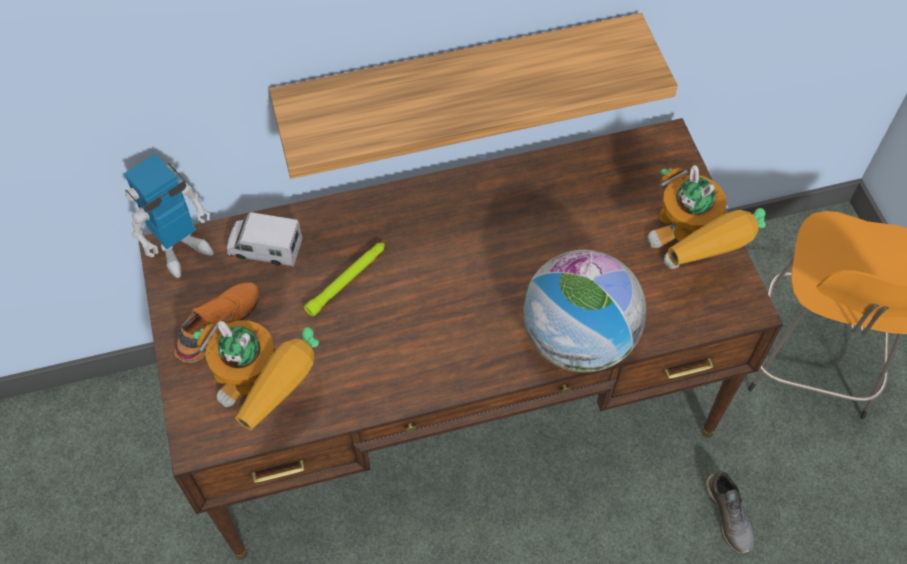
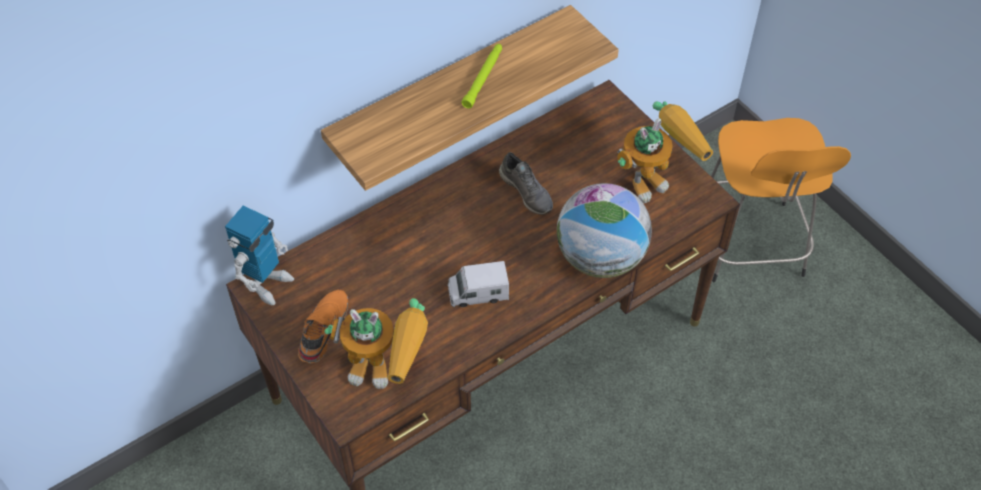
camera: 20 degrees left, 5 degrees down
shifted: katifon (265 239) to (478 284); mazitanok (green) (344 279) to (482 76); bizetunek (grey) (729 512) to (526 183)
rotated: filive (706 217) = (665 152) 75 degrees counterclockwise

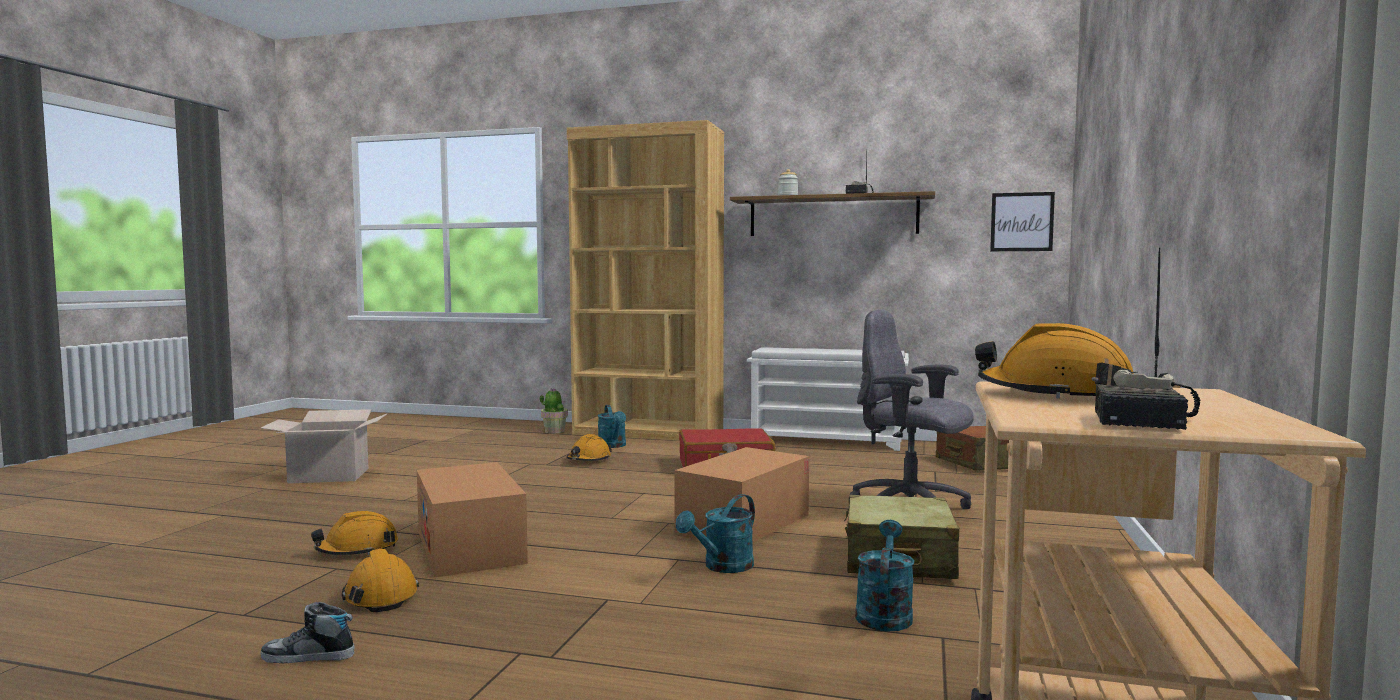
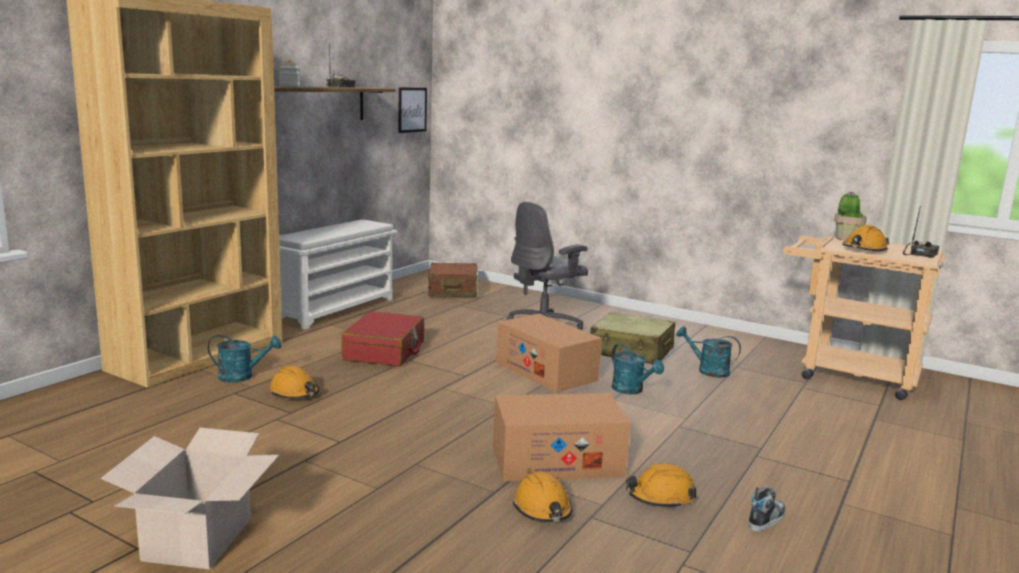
camera: 75 degrees left, 10 degrees up
shifted: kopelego (554 411) to (850 216)
rotated: bizetunek (307 633) = (766 509) 150 degrees counterclockwise; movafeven (1147 339) = (921 231) 90 degrees counterclockwise

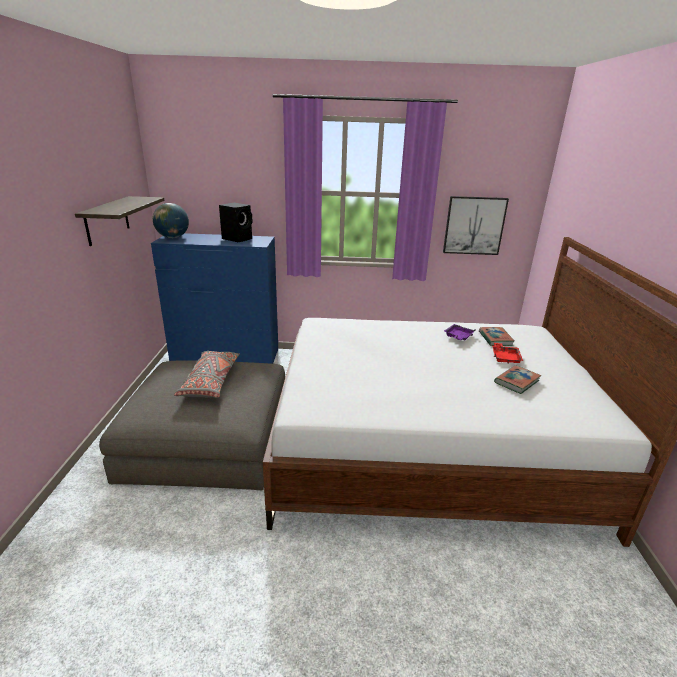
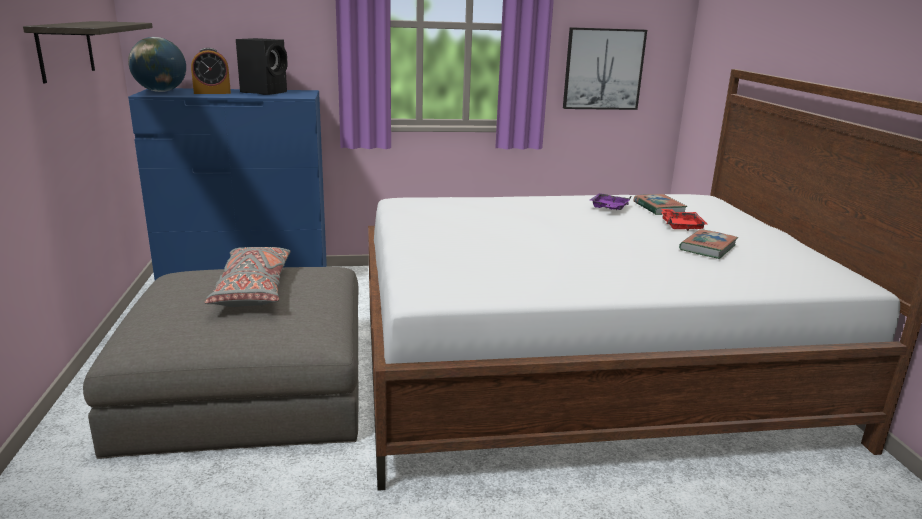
camera: 10 degrees left, 5 degrees down
new: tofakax (211 71)

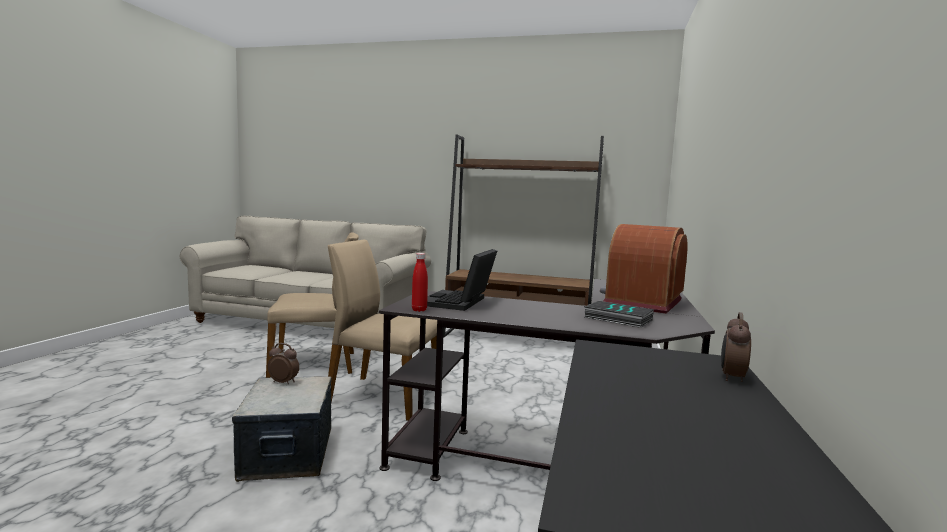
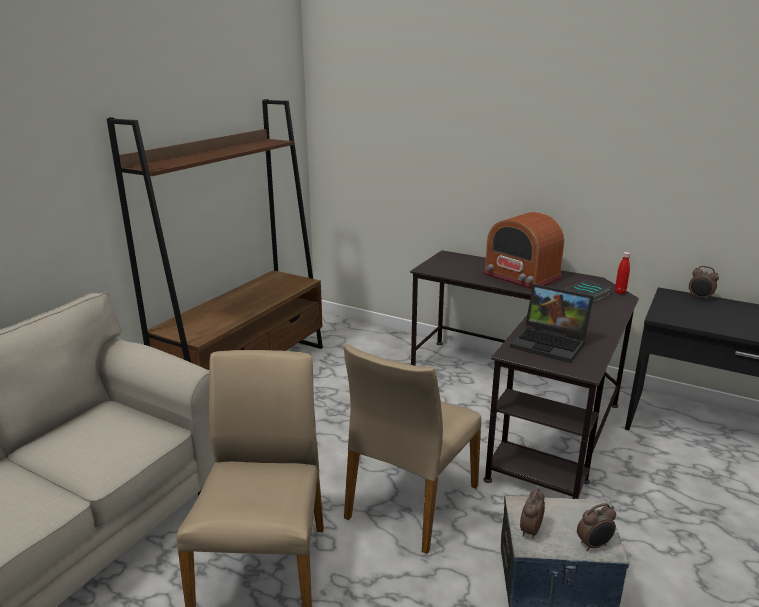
camera: 75 degrees left, 15 degrees up
new: tofakax (596 527)
shifted: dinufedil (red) (420 282) to (622 273)

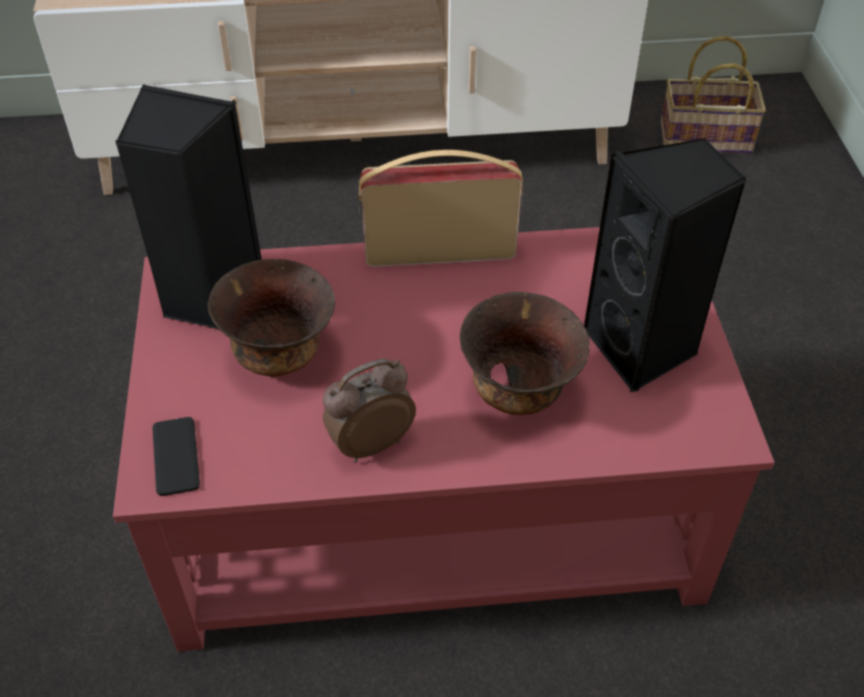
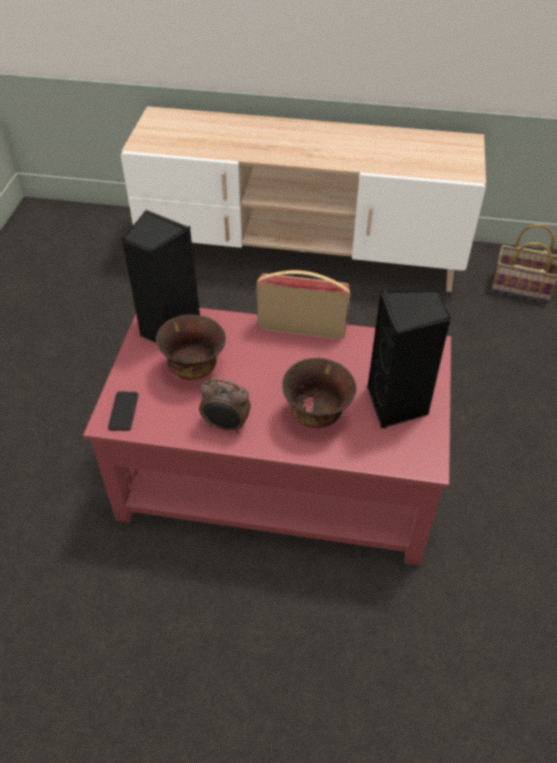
camera: 15 degrees right, 0 degrees up
rotated: tofakax (369 410) = (225 405) 150 degrees counterclockwise

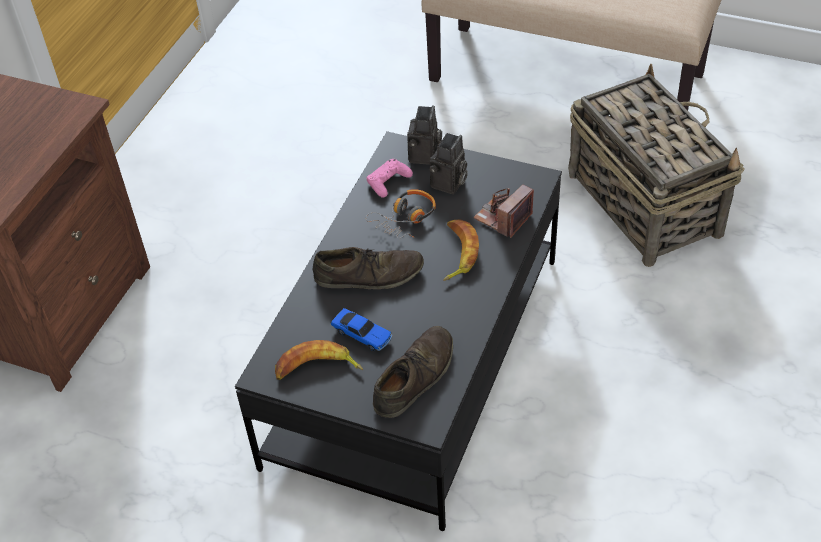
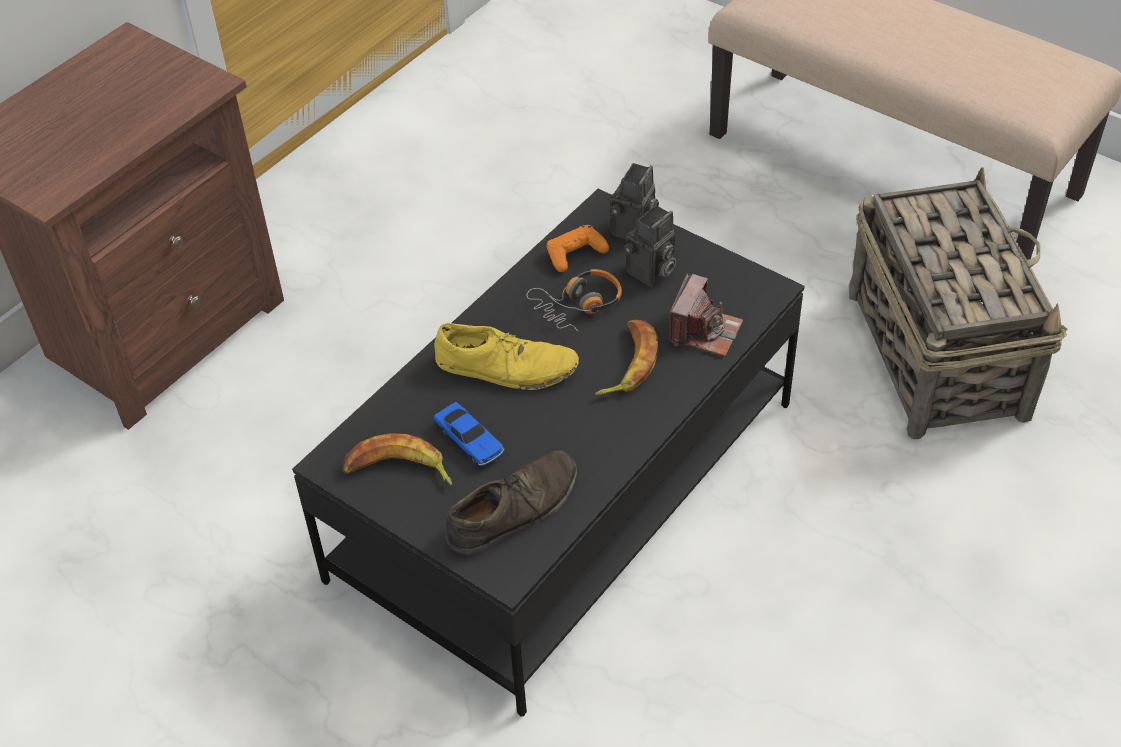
camera: 15 degrees right, 0 degrees up
repainted: bizetunek (brown) (368 268) to bizetunek (yellow) (506 356); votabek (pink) (389 178) to votabek (orange) (578 248)
rotated: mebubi (503 211) = (706 314) 150 degrees clockwise

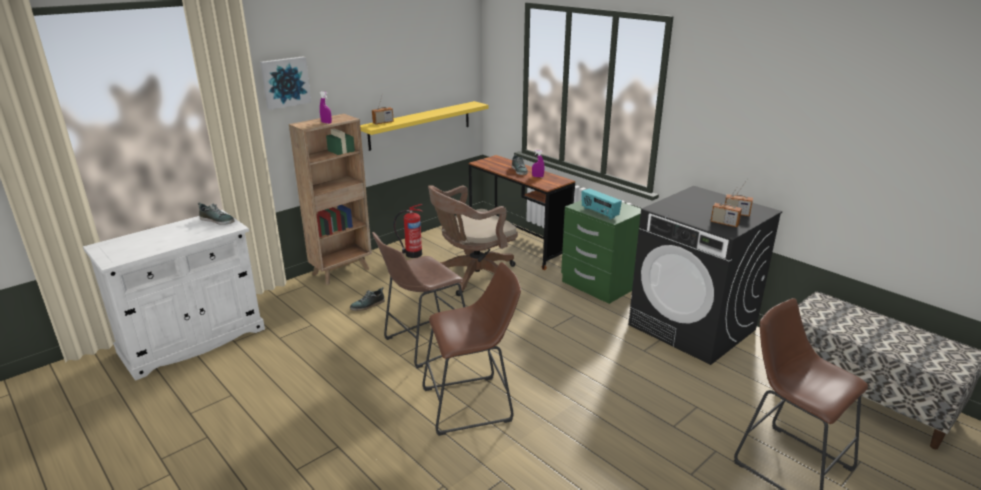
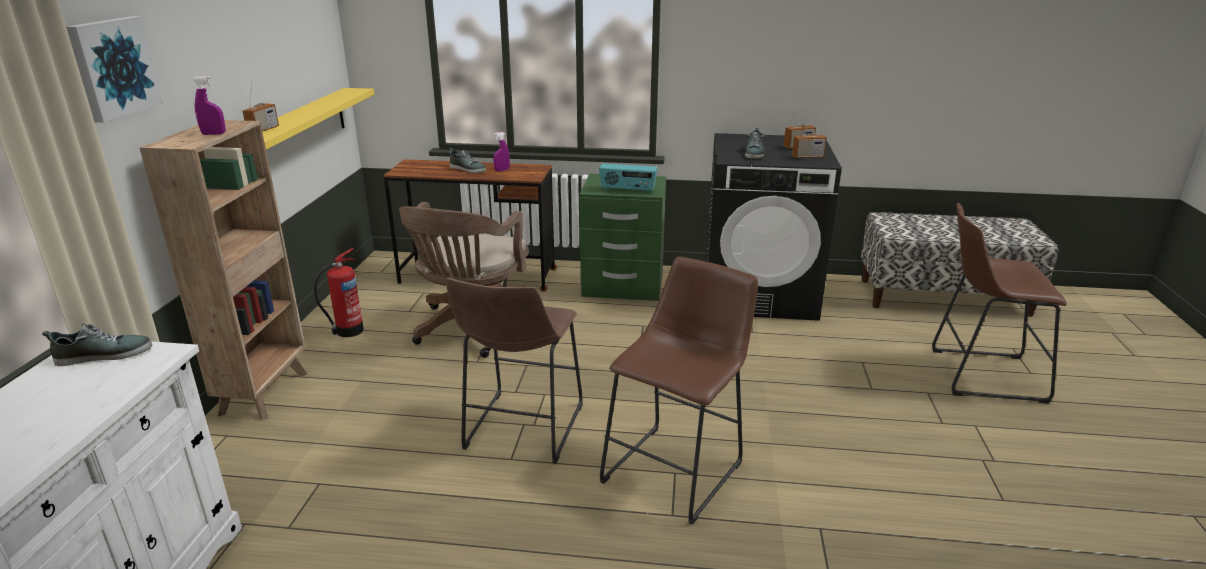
camera: 40 degrees left, 0 degrees up
shifted: bizetunek (367 299) to (755 143)

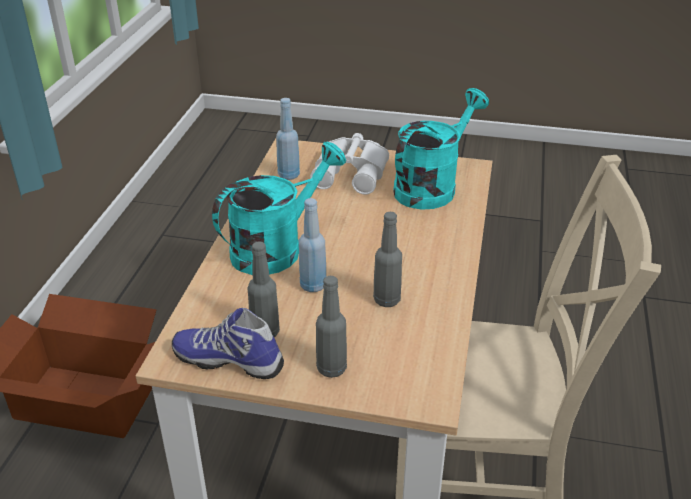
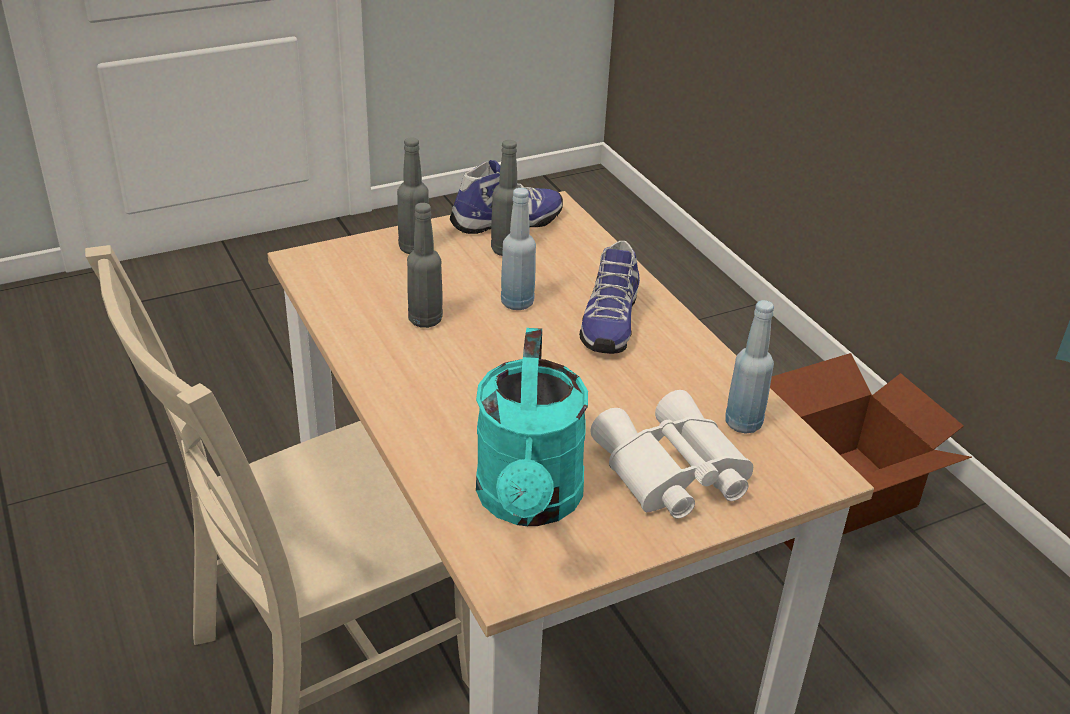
camera: 140 degrees right, 0 degrees up
swapped: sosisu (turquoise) (279 208) to bizetunek (609 297)

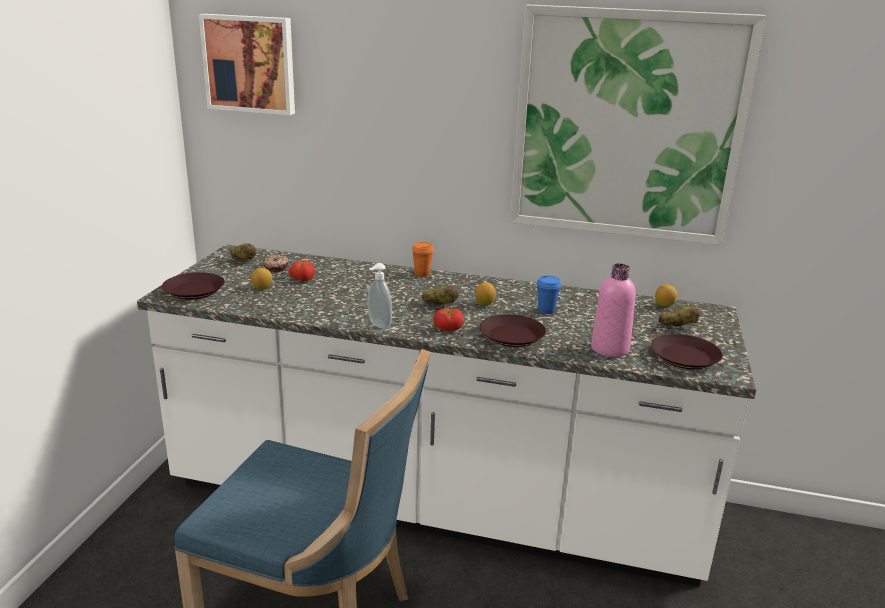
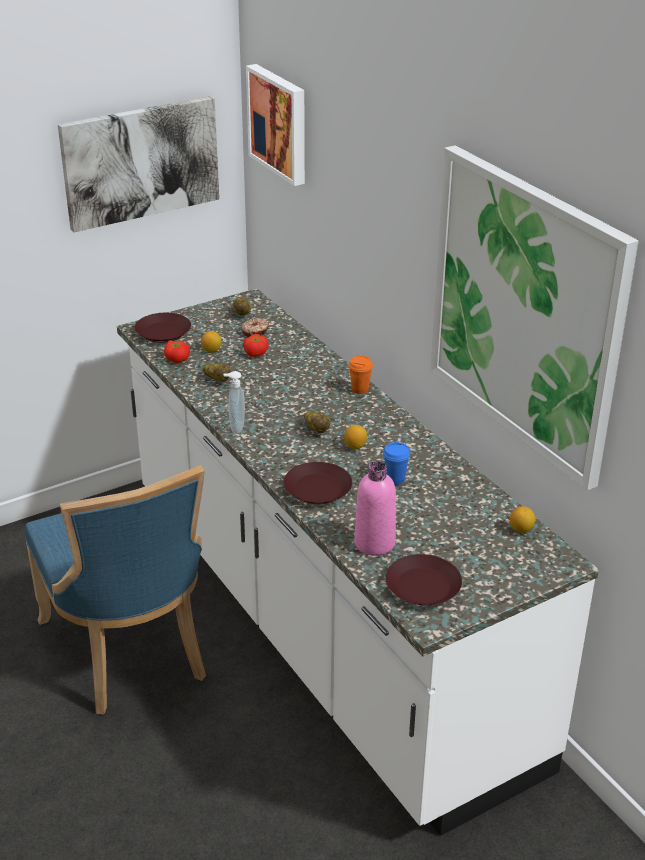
camera: 45 degrees right, 10 degrees up
new: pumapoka (138 164)
shifted: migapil (448 319) to (177 352); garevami (679 315) to (217 373)

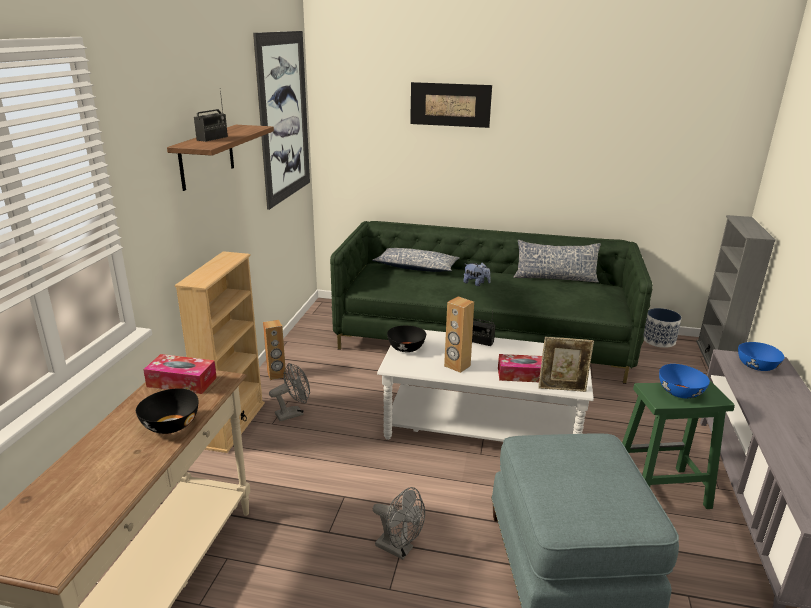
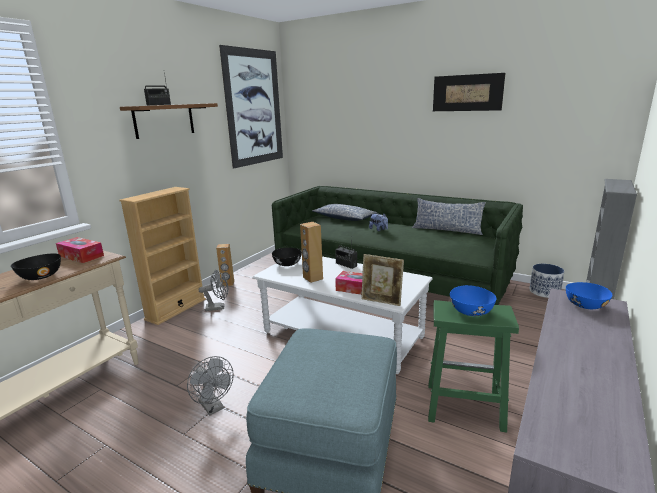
camera: 20 degrees right, 5 degrees down
shifted: pumapoka (451 105) to (469 92)

